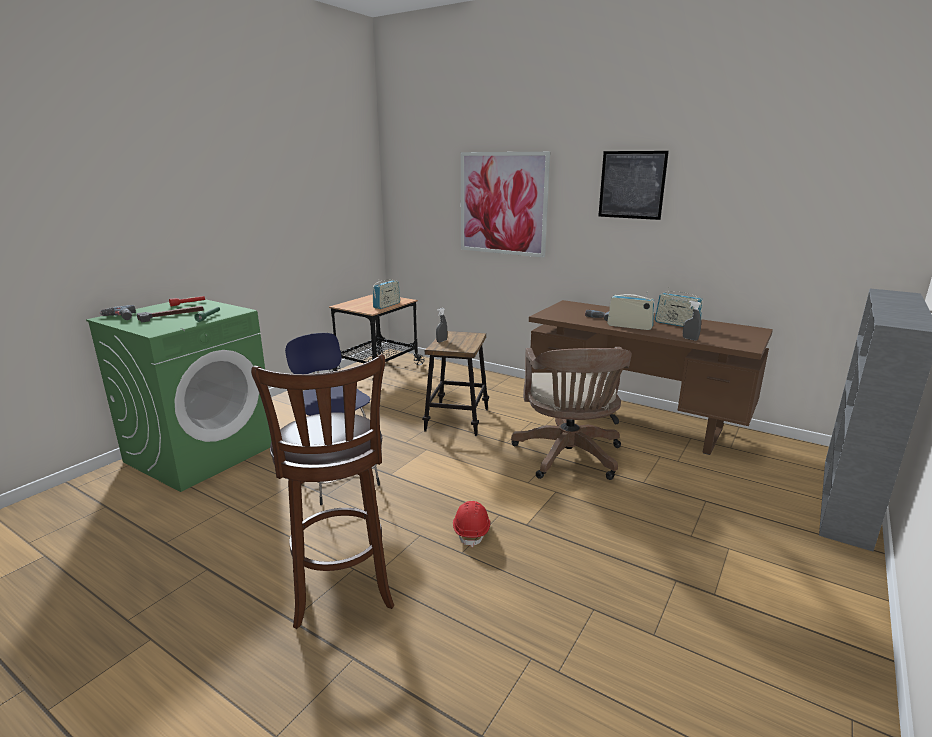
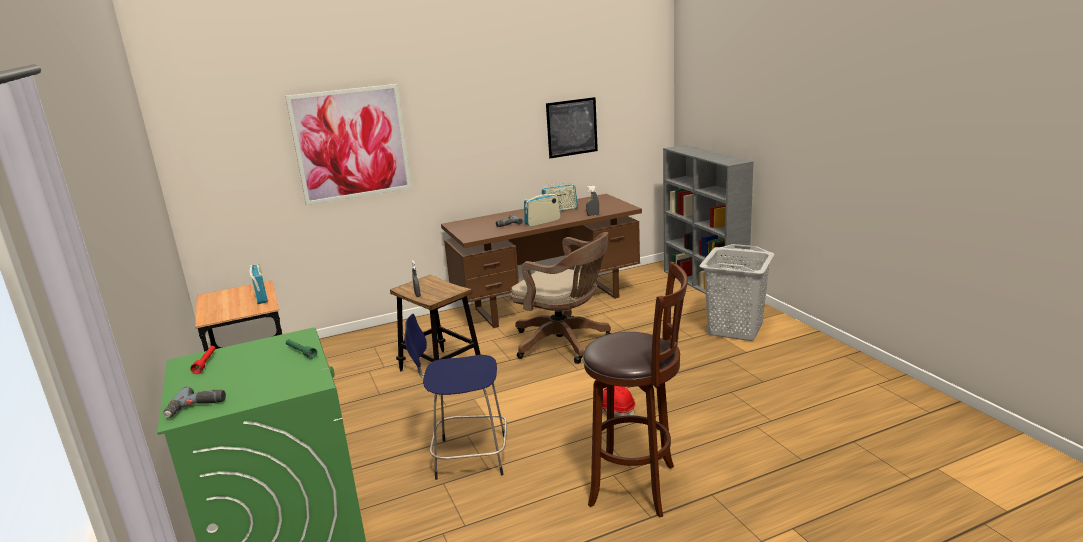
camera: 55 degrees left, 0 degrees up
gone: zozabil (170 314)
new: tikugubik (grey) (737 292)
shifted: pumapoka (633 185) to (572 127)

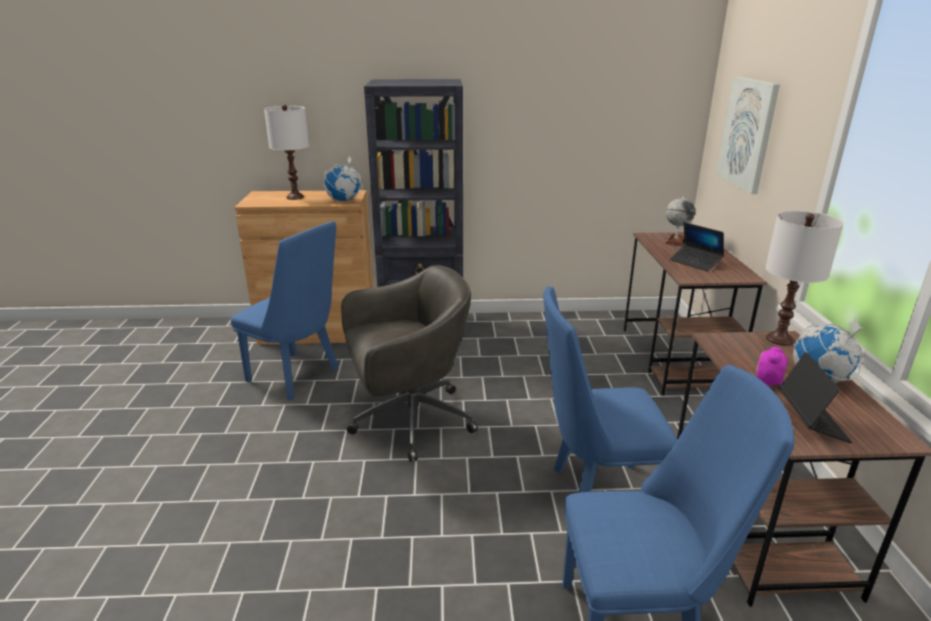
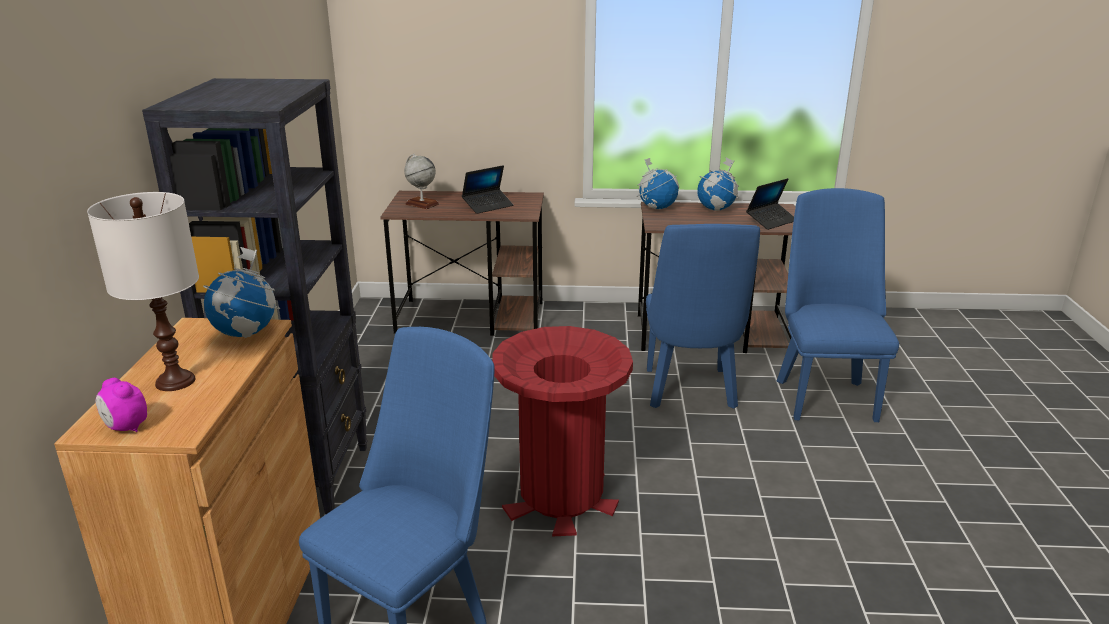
camera: 85 degrees left, 0 degrees up
gone: pumapoka (748 135)
shifted: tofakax (772 367) to (121 405)
swapped: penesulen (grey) (409 363) to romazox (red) (562 431); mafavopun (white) (804 278) to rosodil (658 184)
rotated: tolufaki (815 398) = (770 204) 135 degrees clockwise

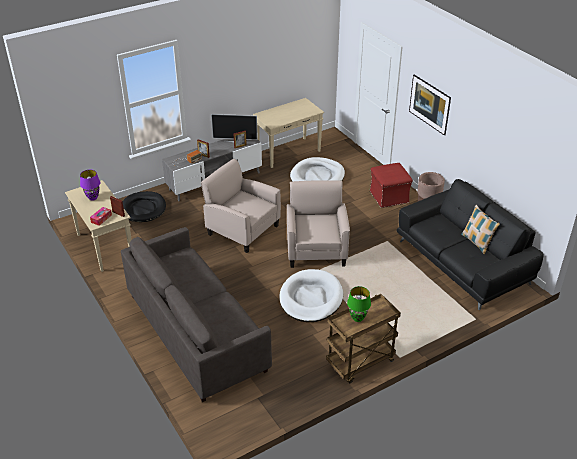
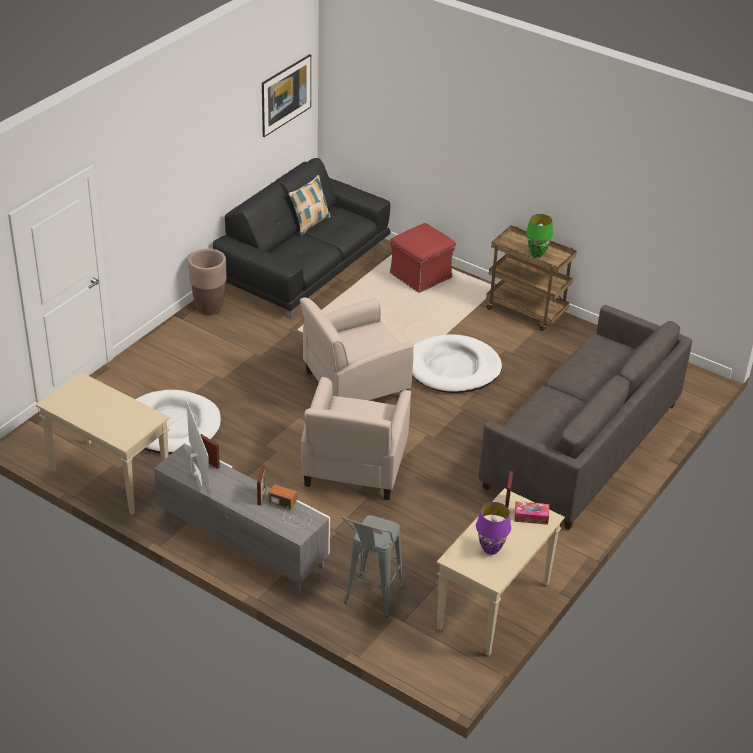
camera: 115 degrees left, 0 degrees up
shifted: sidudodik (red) (391 185) to (423 258); pumapoka (430 105) to (286 95)
swapped: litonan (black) (144 206) to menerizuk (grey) (372 566)

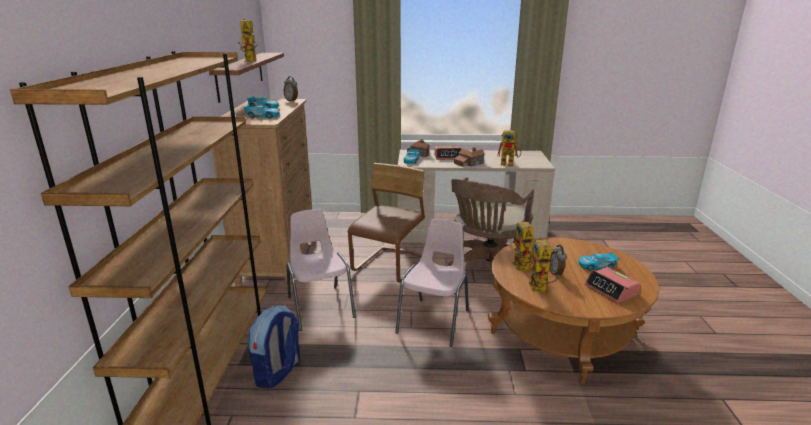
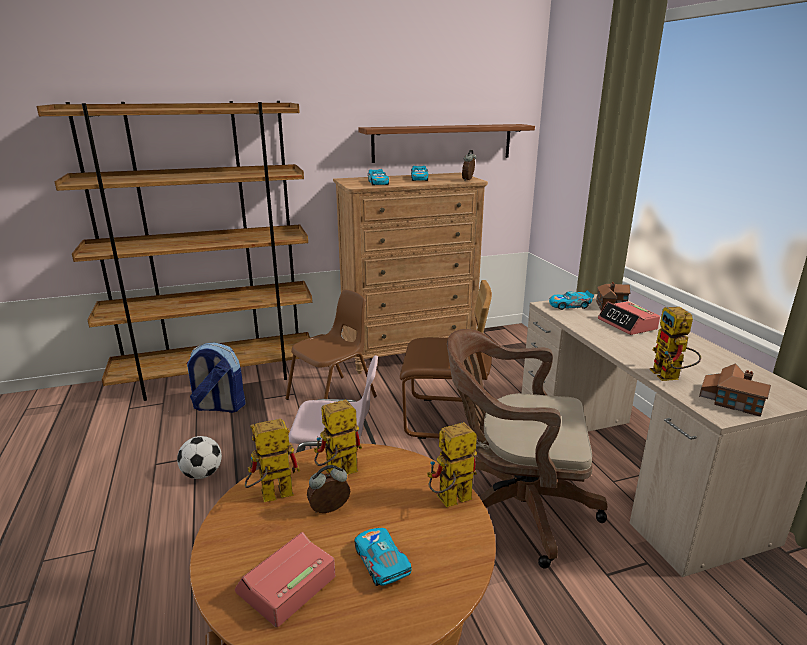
camera: 70 degrees right, 0 degrees up
new: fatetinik (199 457)
shifted: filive (248 40) to (452 464); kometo (469 157) to (735 390)
repainted: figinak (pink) (321 270) to figinak (brown) (331 344)

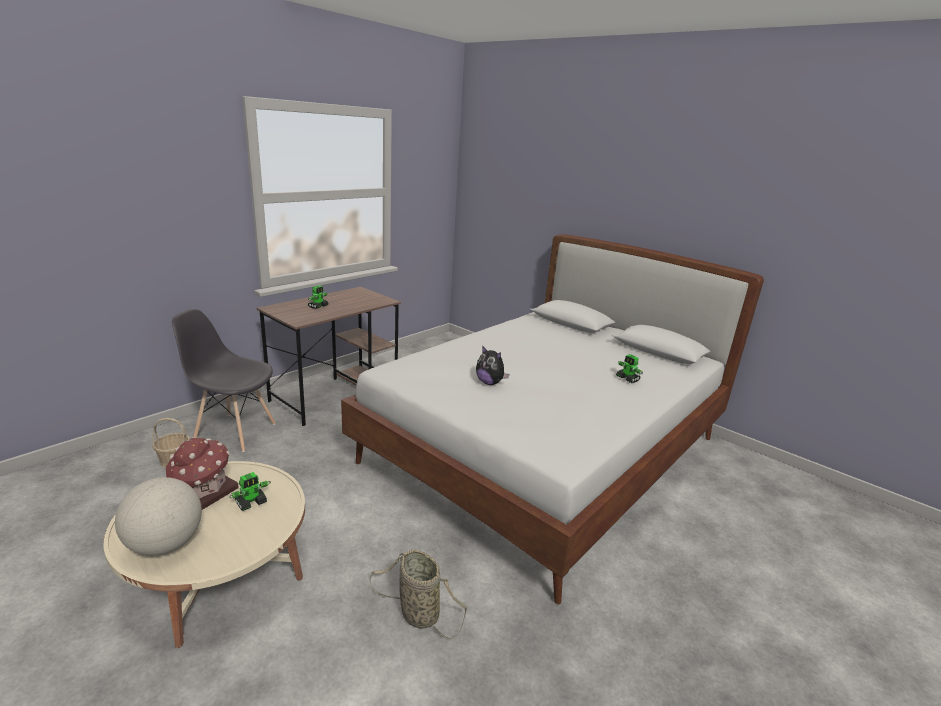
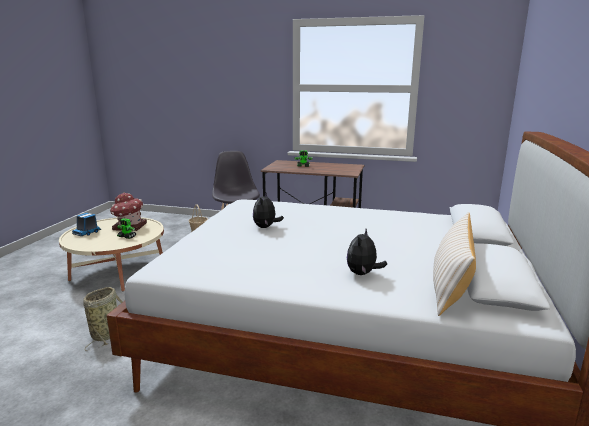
camera: 65 degrees right, 5 degrees down
new: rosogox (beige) (454 264)
swapped: rosodil (158 516) to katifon (86 224); filive (629 368) to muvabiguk (367 252)

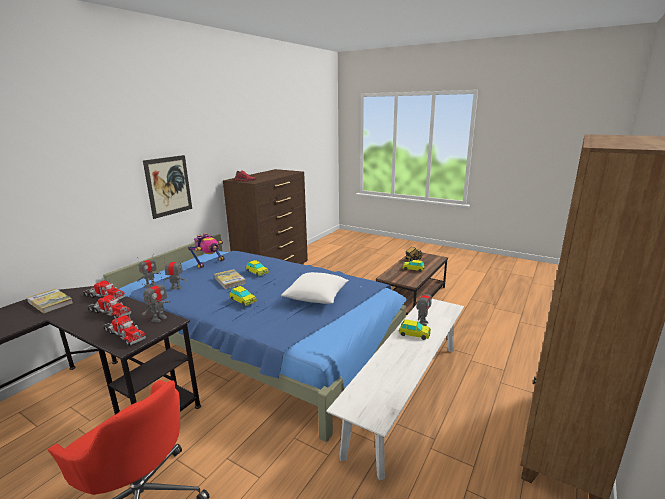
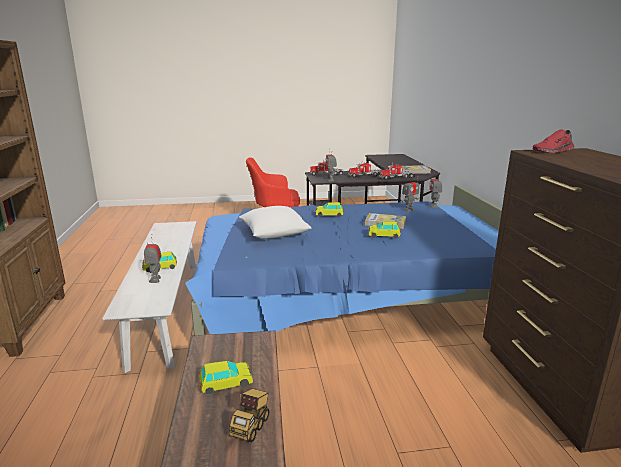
camera: 140 degrees right, 0 degrees up
gone: pumapoka (167 187); filive (206 250)

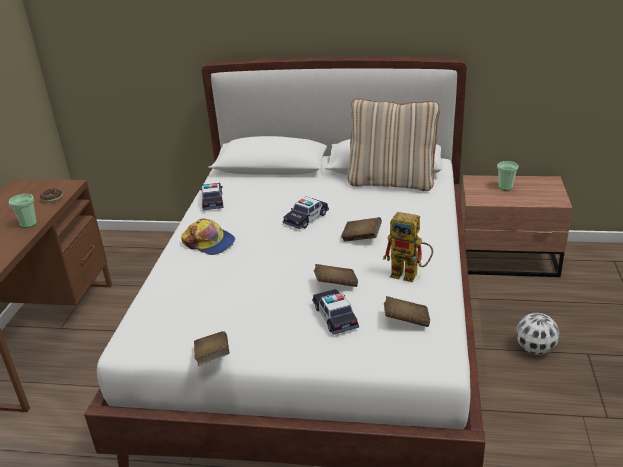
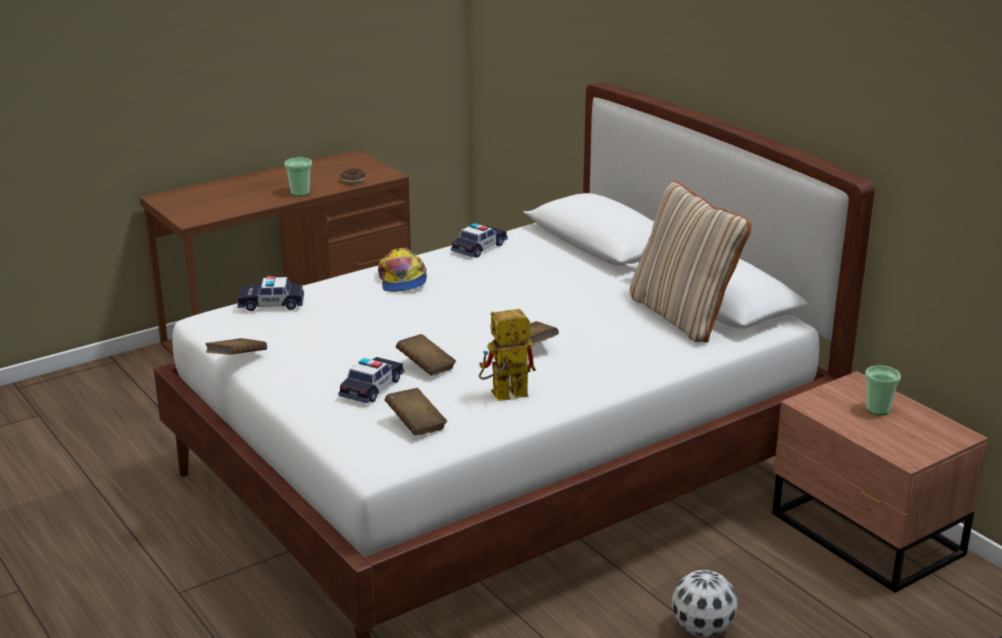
camera: 45 degrees right, 5 degrees down
shifted: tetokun (306 213) to (271 293)
rotated: filive (408 247) = (507 355) 90 degrees clockwise

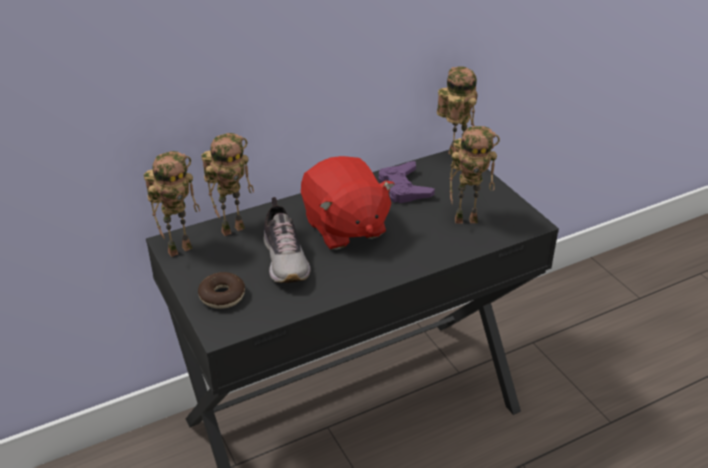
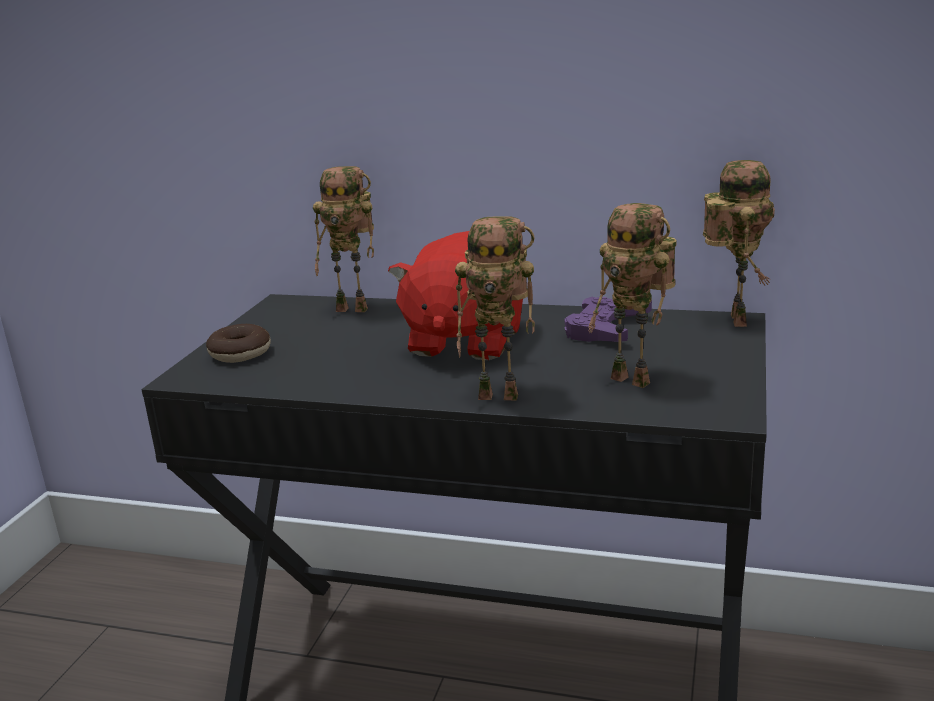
camera: 45 degrees right, 15 degrees down
gone: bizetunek (287 240)
shifted: filive (172 204) to (495 308)

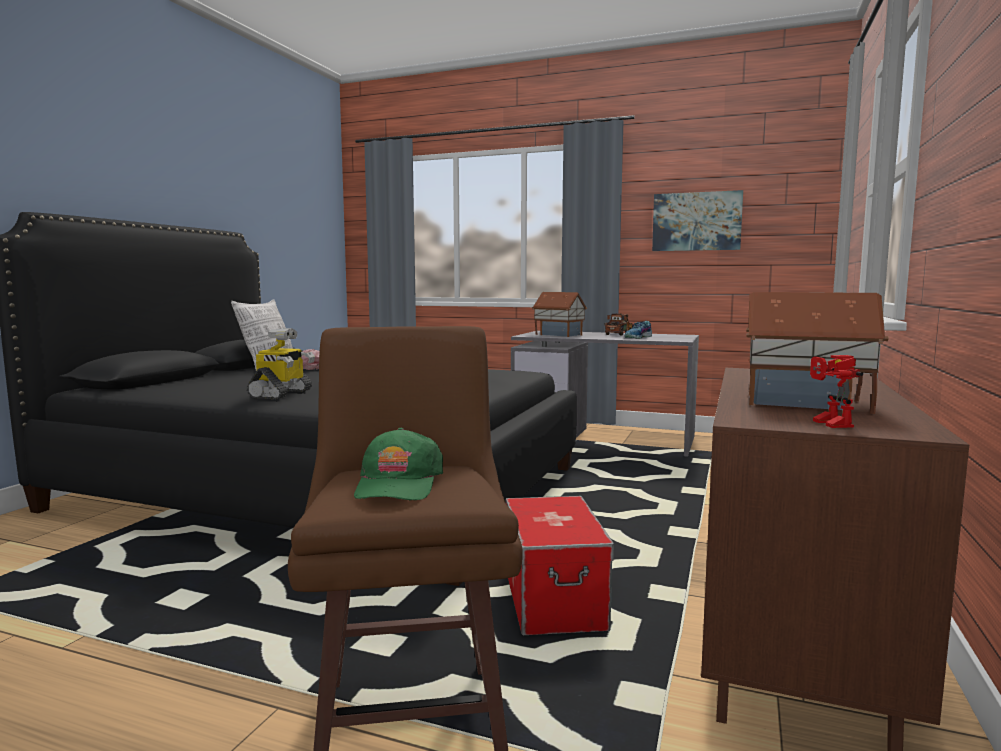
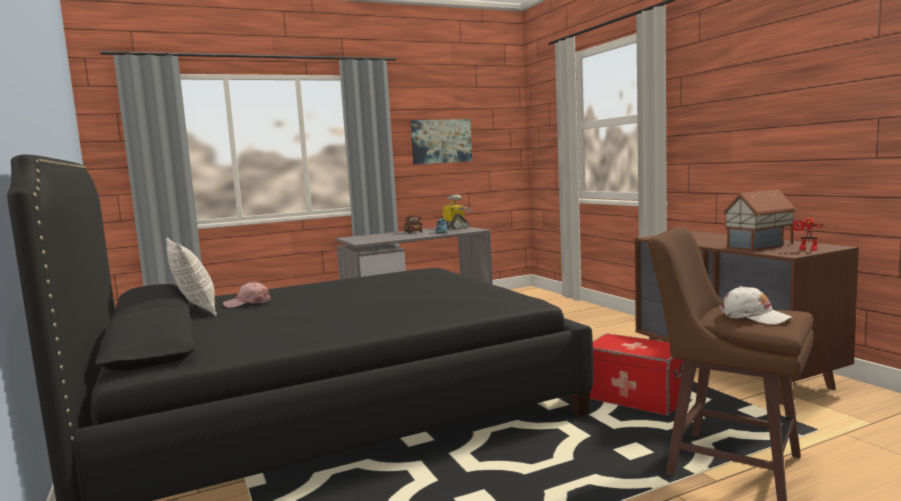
camera: 45 degrees left, 0 degrees up
gone: kometo (559 314)
shifted: filive (281 363) to (455 212)
repainted: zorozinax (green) (398 464) to zorozinax (white) (755 305)

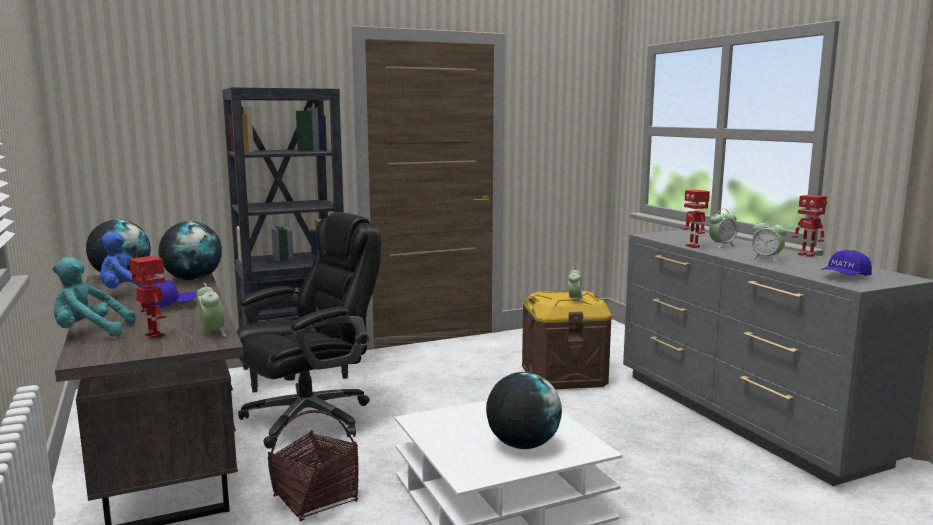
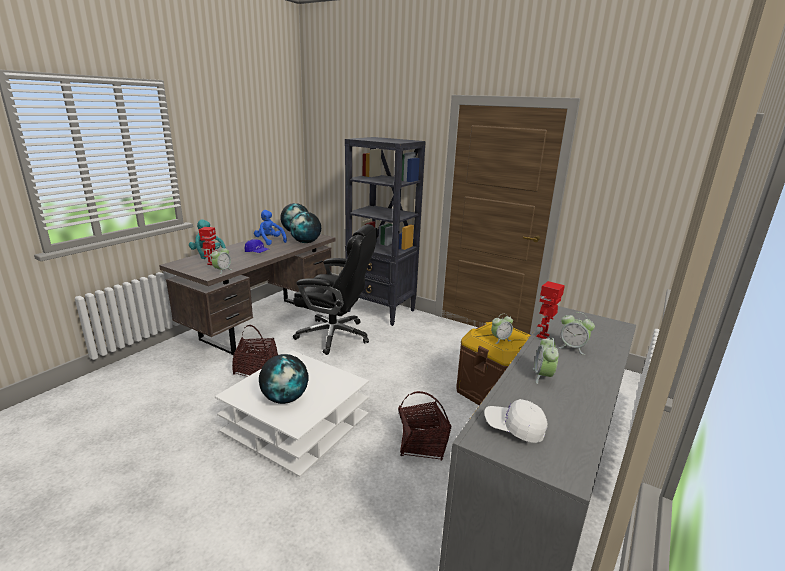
camera: 55 degrees right, 10 degrees up
gone: filive (809 226)
new: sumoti (425 426)
repainted: zorozinax (blue) (846 263) to zorozinax (white) (516 421)

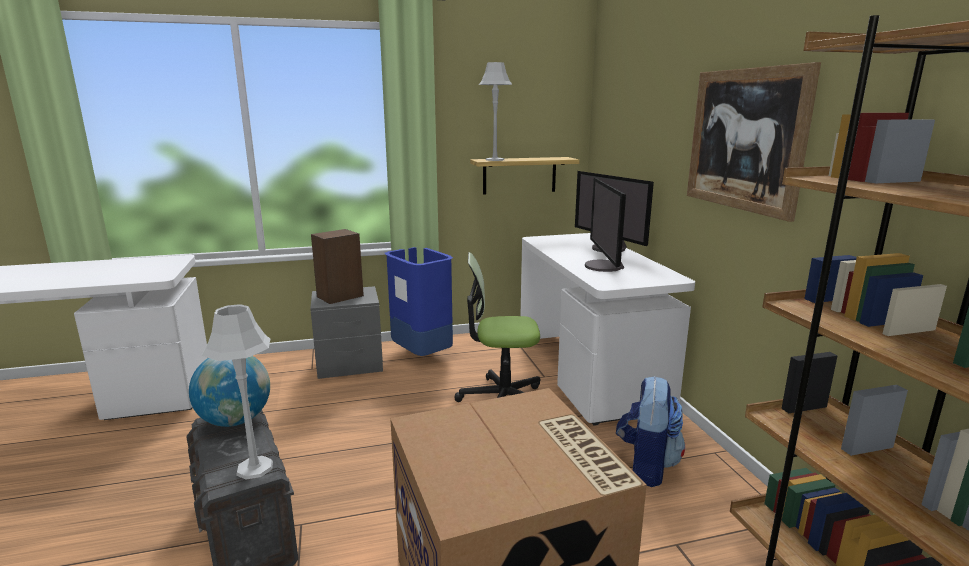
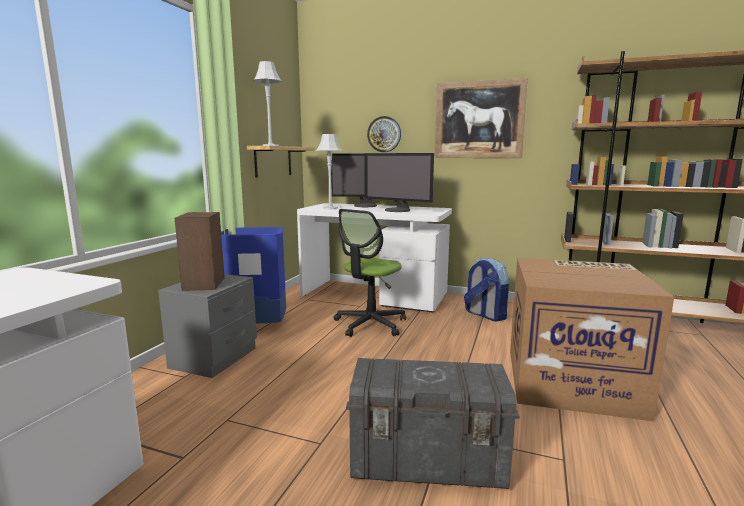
camera: 55 degrees left, 5 degrees down
gone: rosodil (229 391)
new: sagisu (384 134)
shifted: mafavopun (grey) (237 392) to (329 171)

